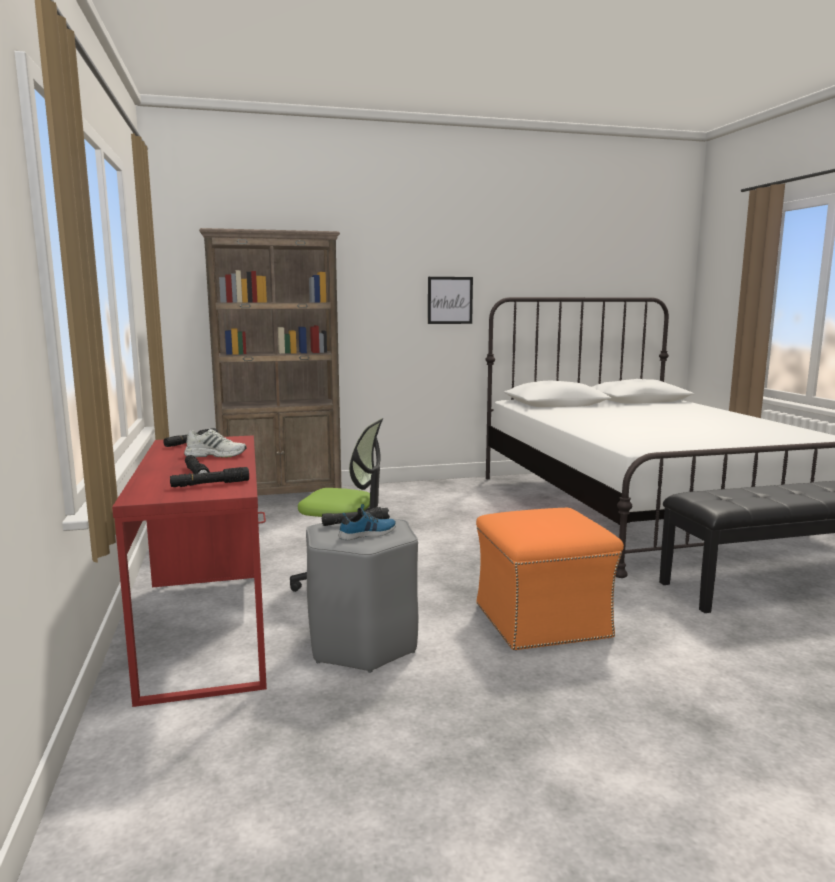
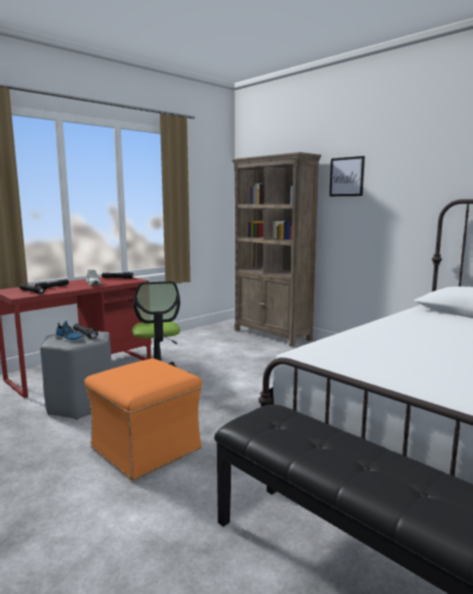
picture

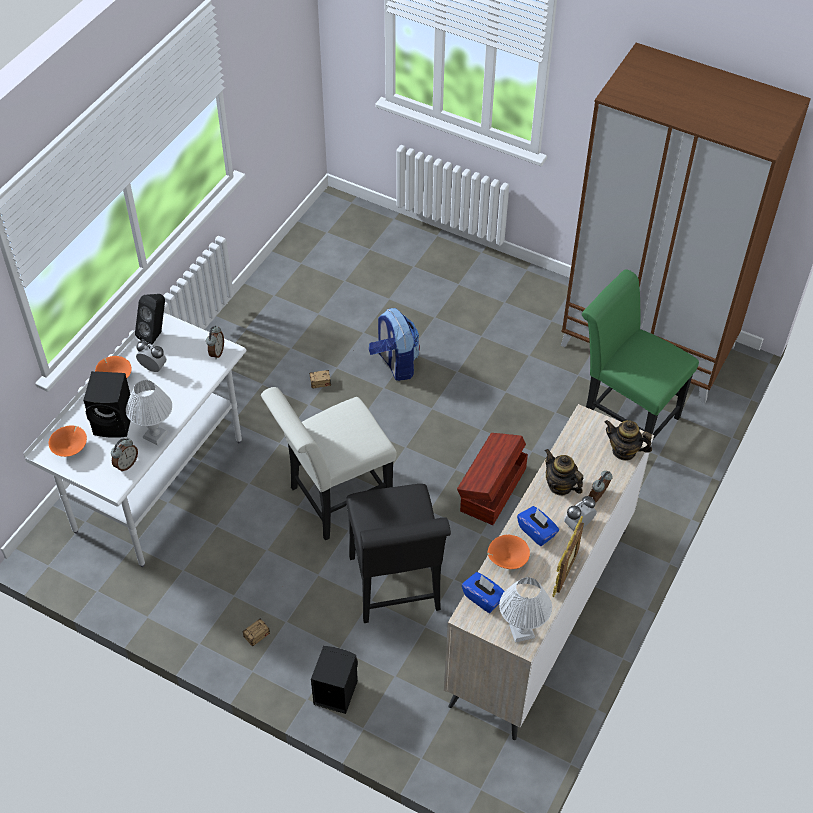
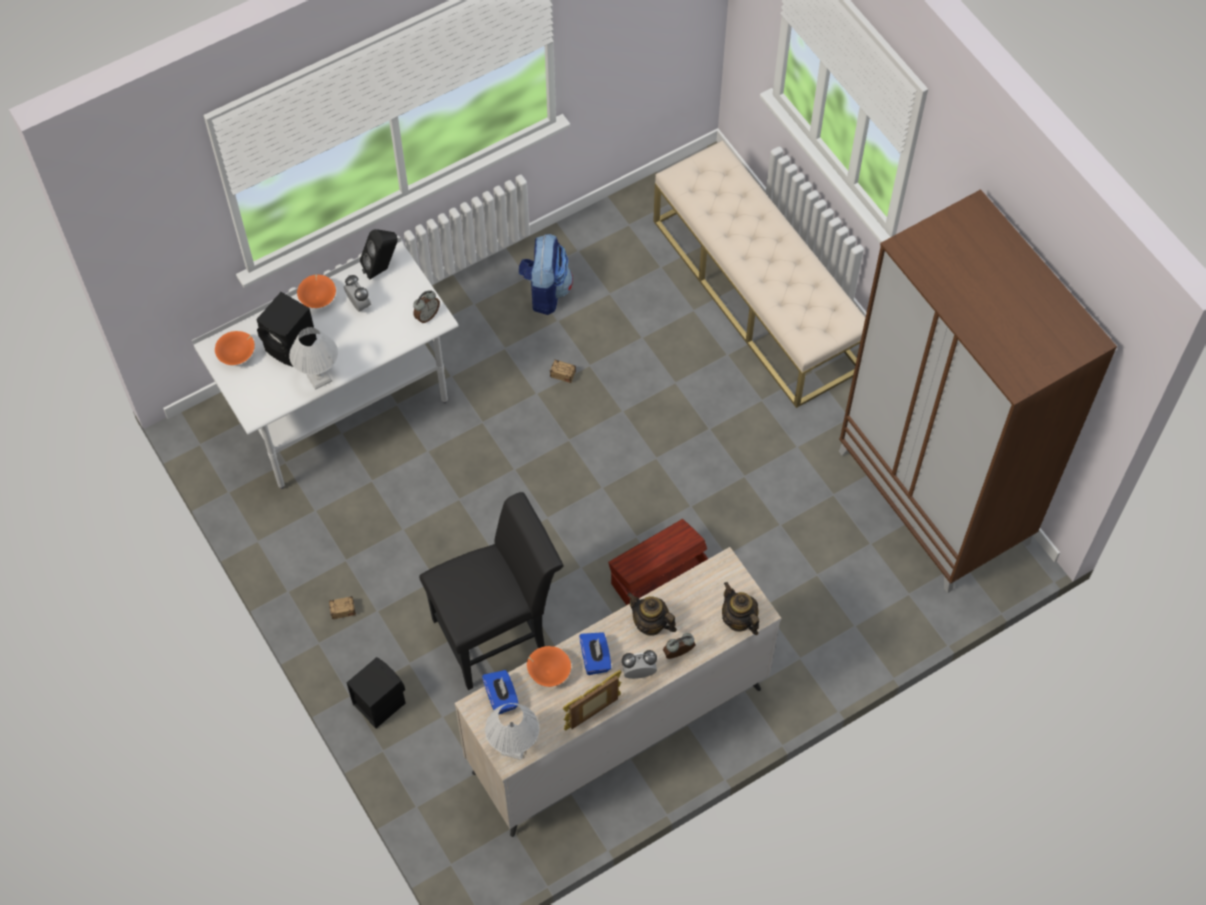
alarm clock (1st from left in the first image)
white chair
black chair
backpack
teapot (1st from left)
green chair
beige bench

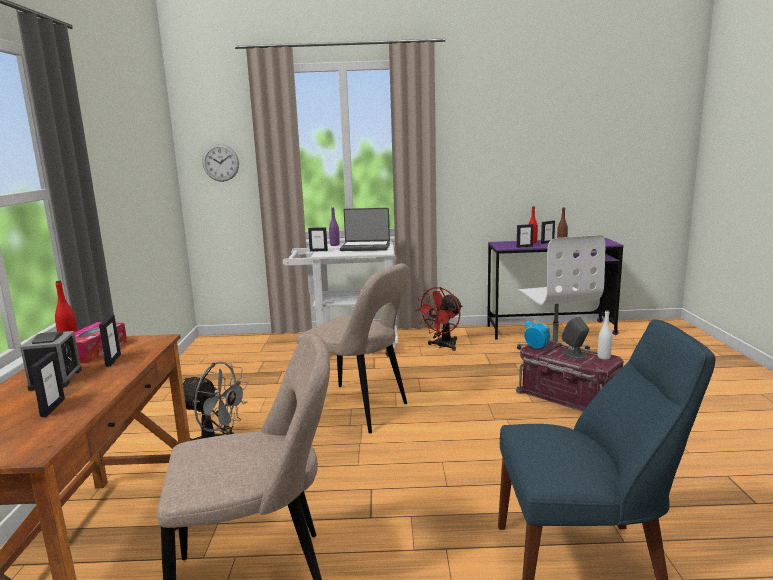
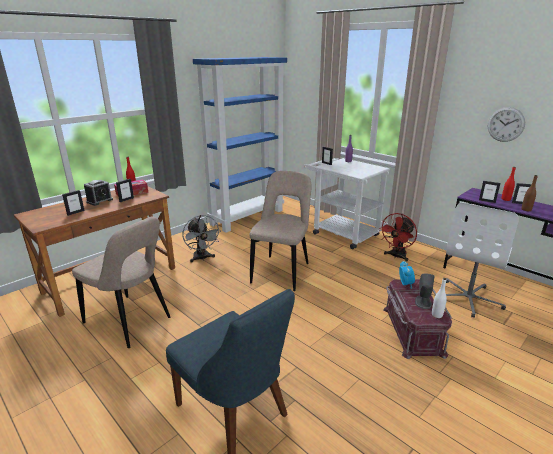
wall clock
beige chair (2nd from left)
laptop
red fan
blue bookcase

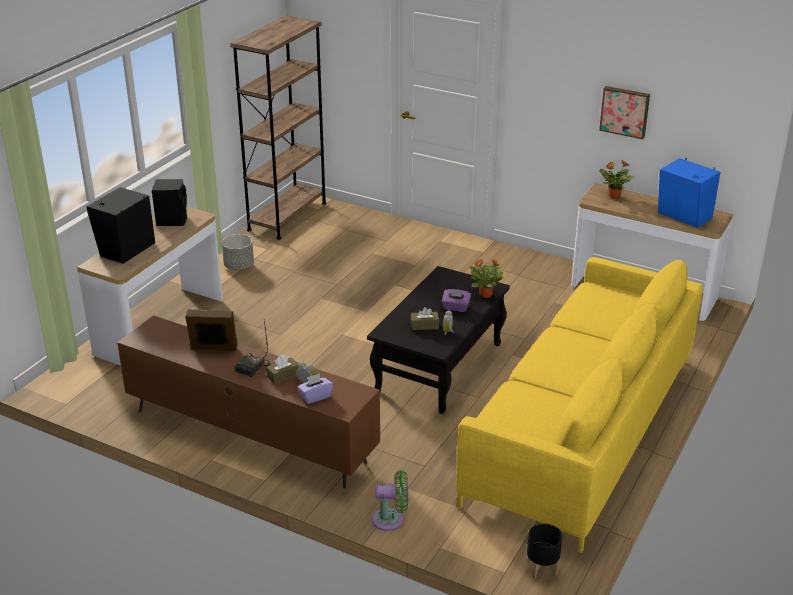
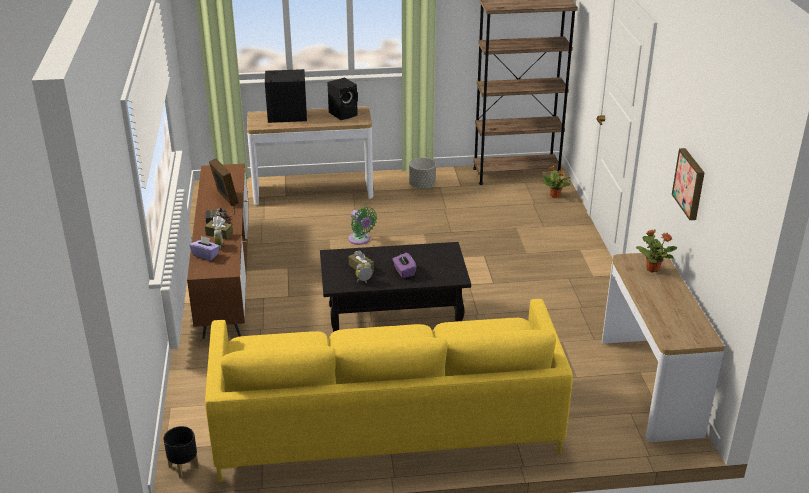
green fan
potted plant (1st from left)
blue speaker

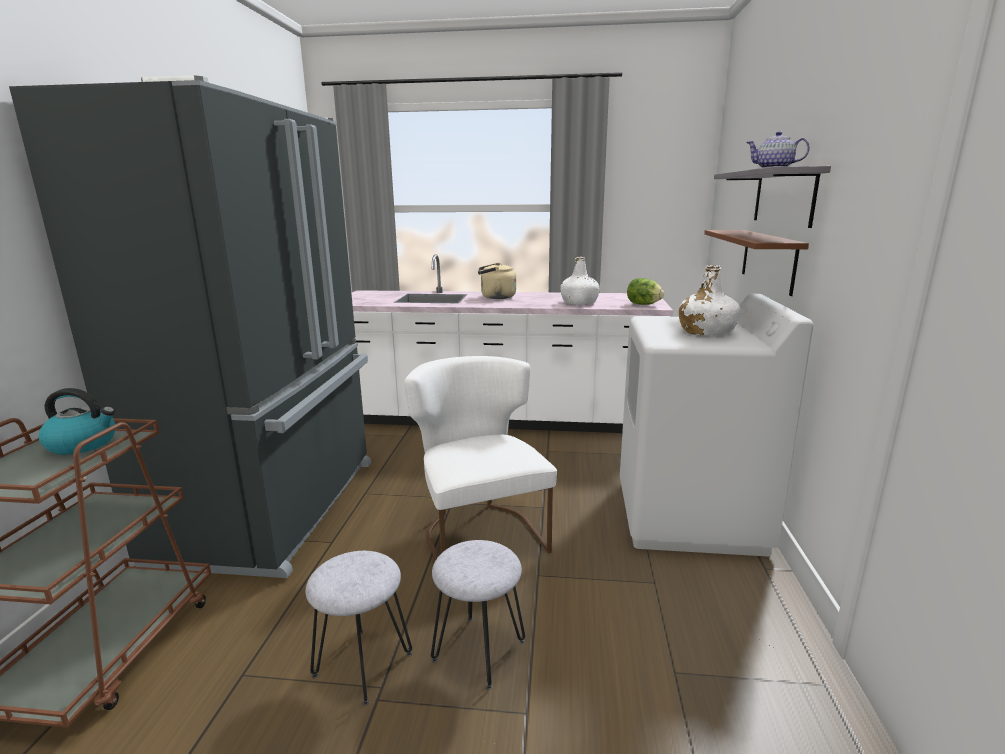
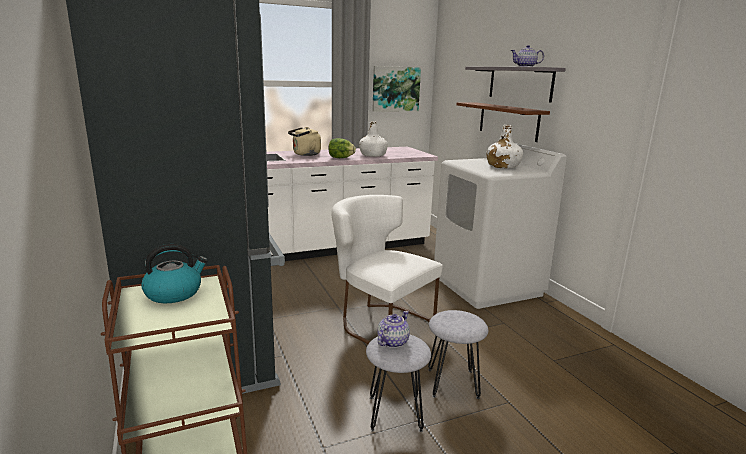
lettuce
picture
teapot (1st from left)

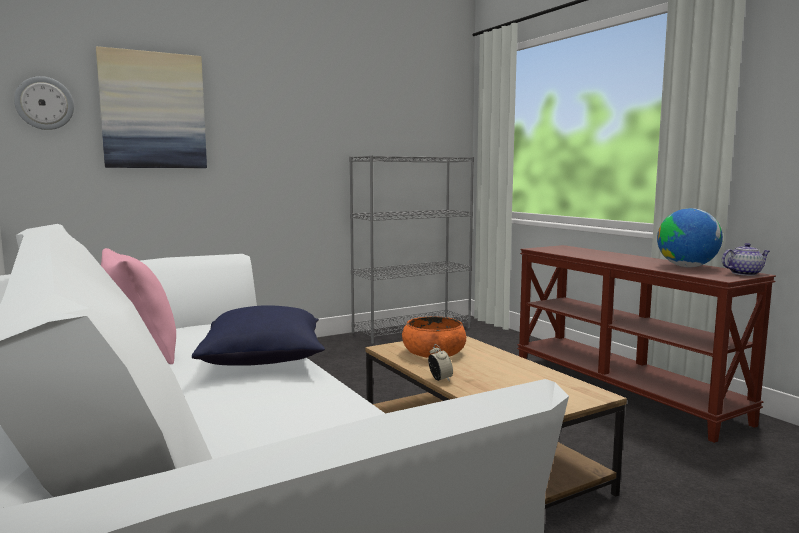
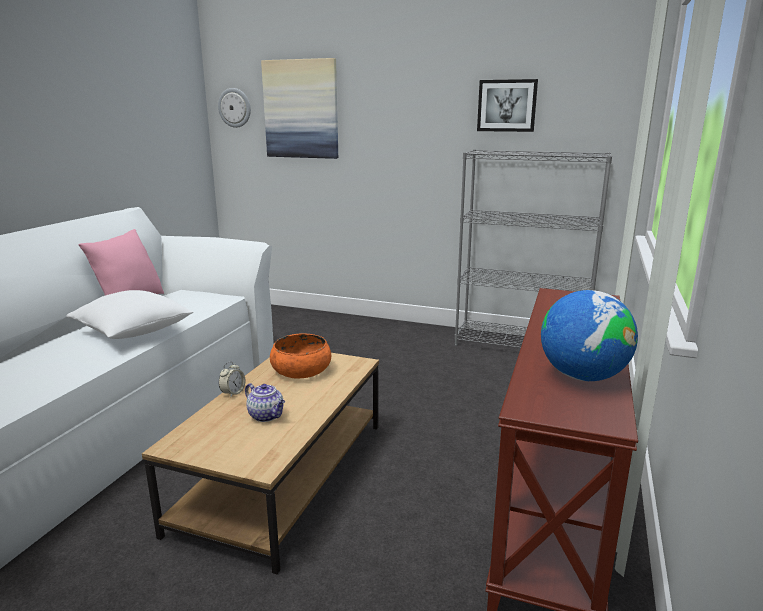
white pillow
teapot
picture (2nd from left)

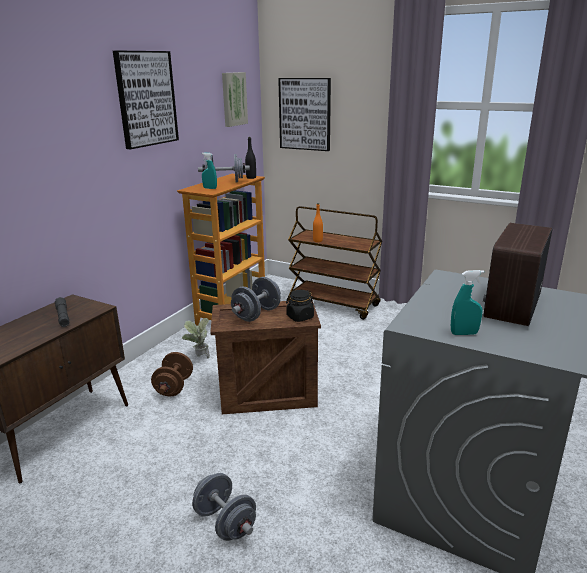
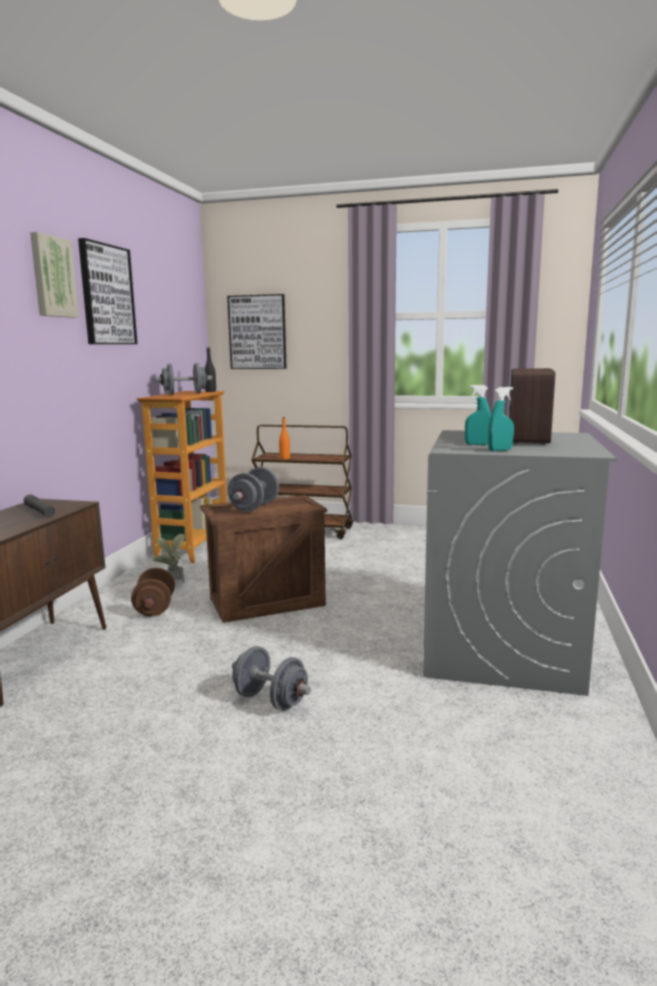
turquoise spray bottle (1st from left)
picture (1st from left)
black jar

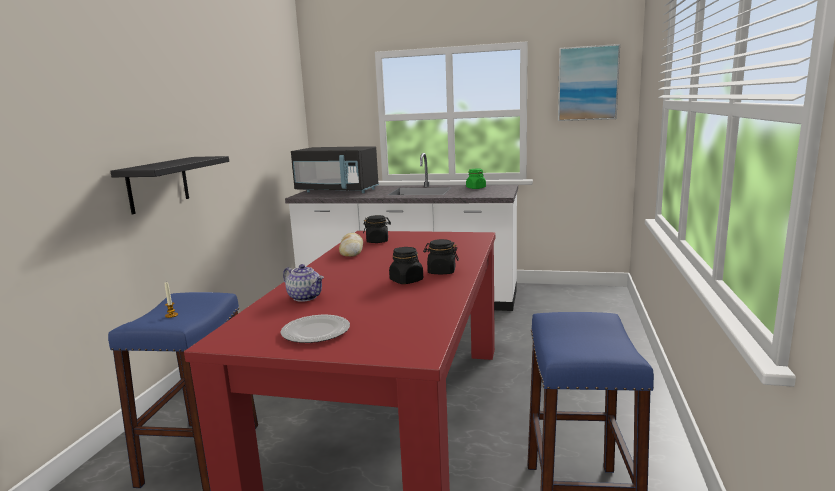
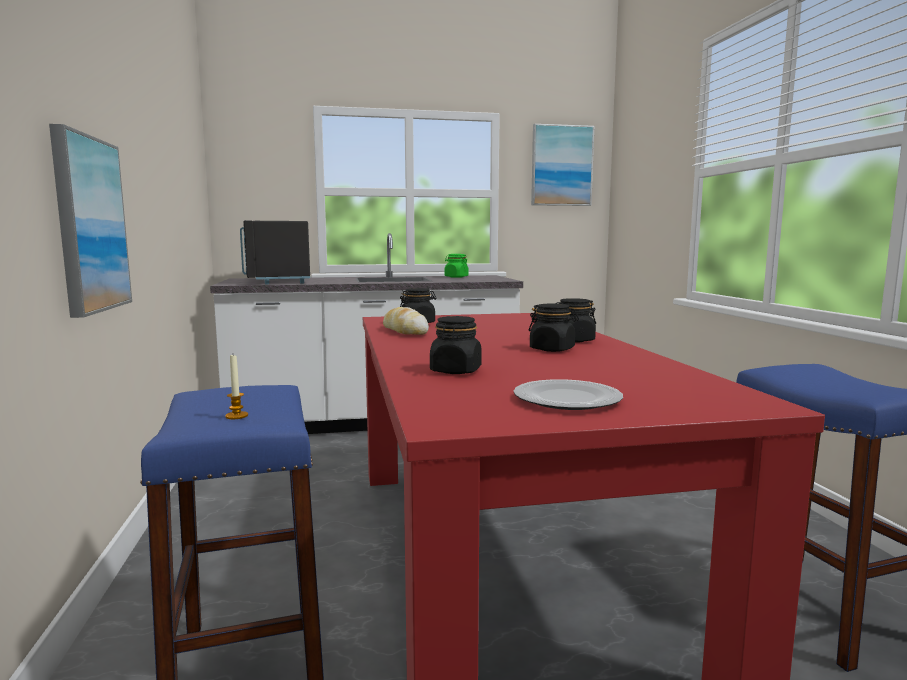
picture (1st from left)
black jar (2nd from left)
black microwave

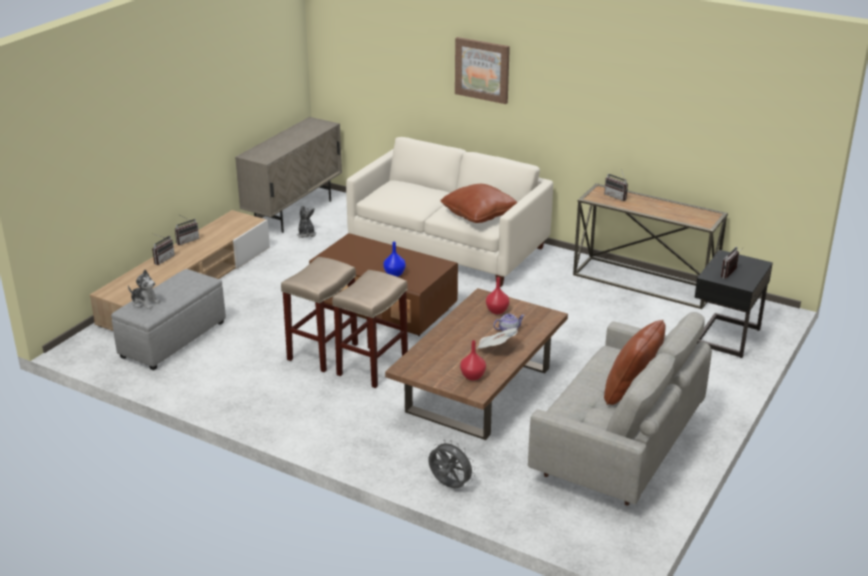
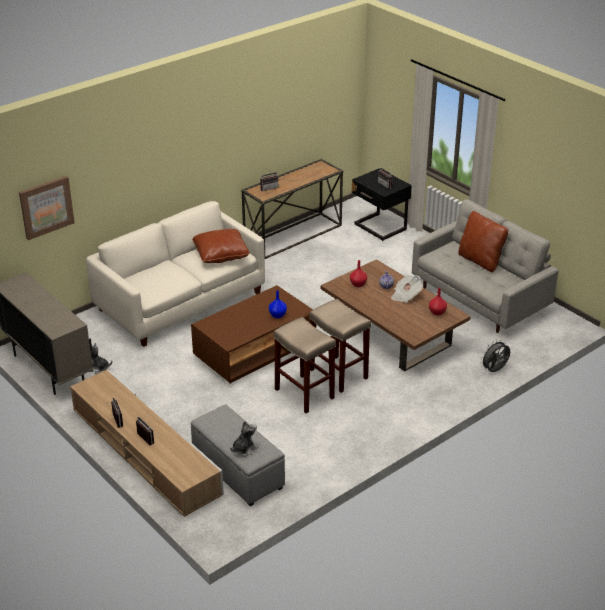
picture

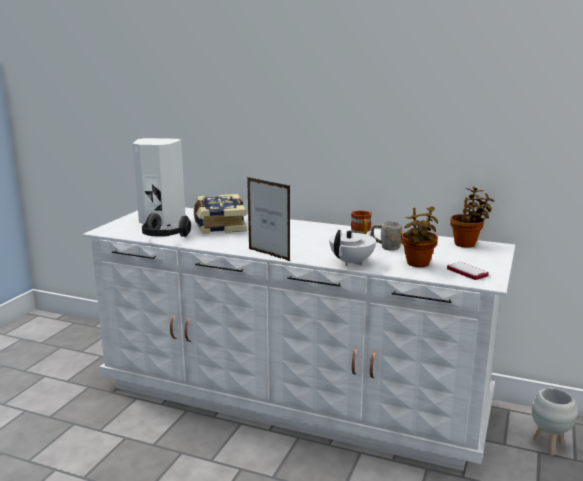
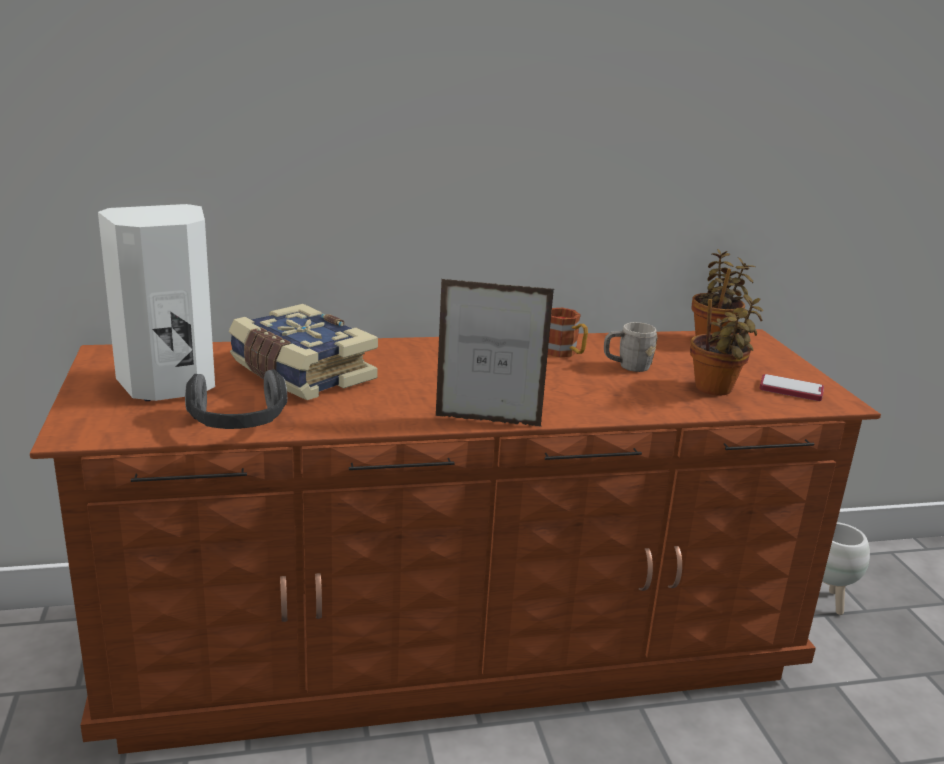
brown dresser
white teapot

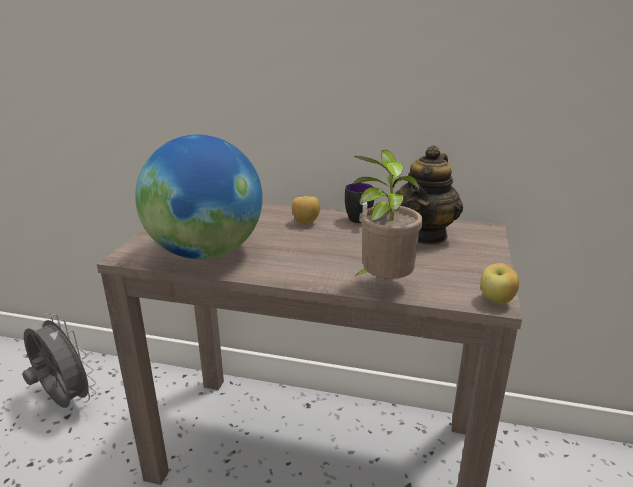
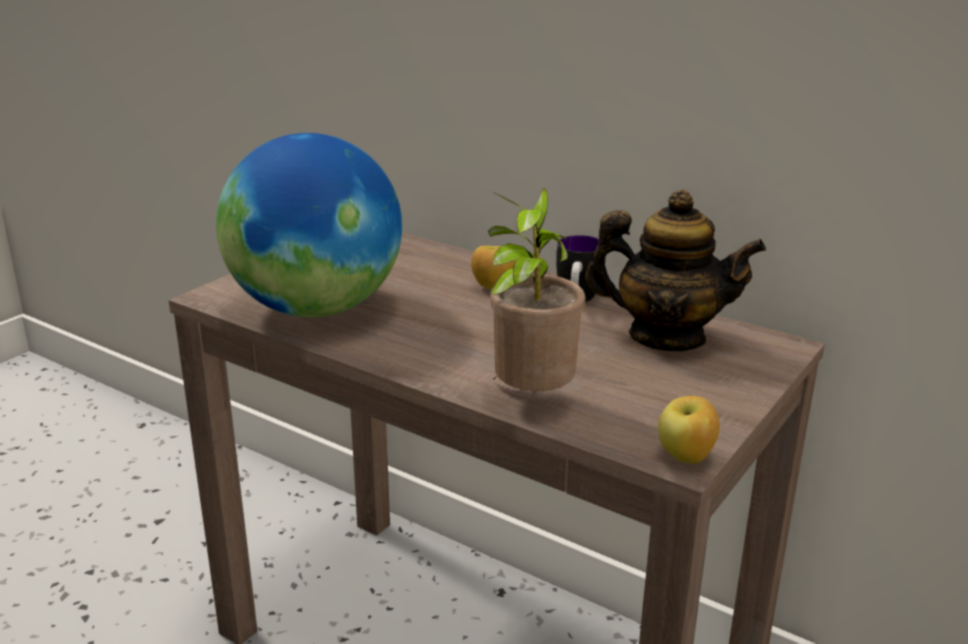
grey fan
teapot

